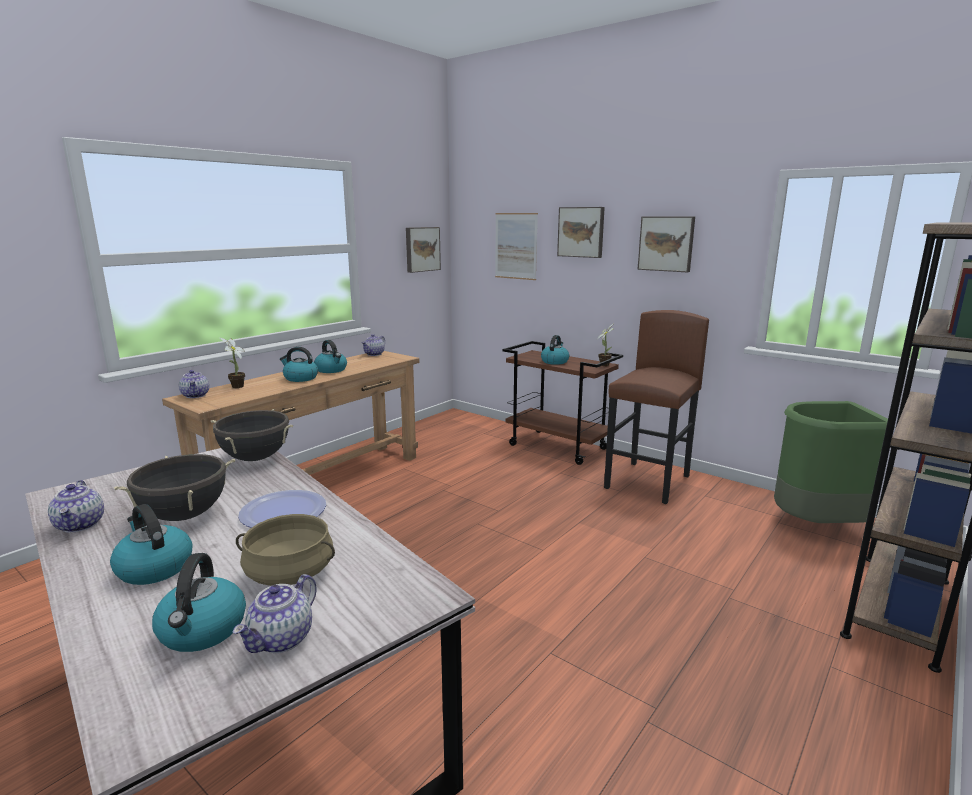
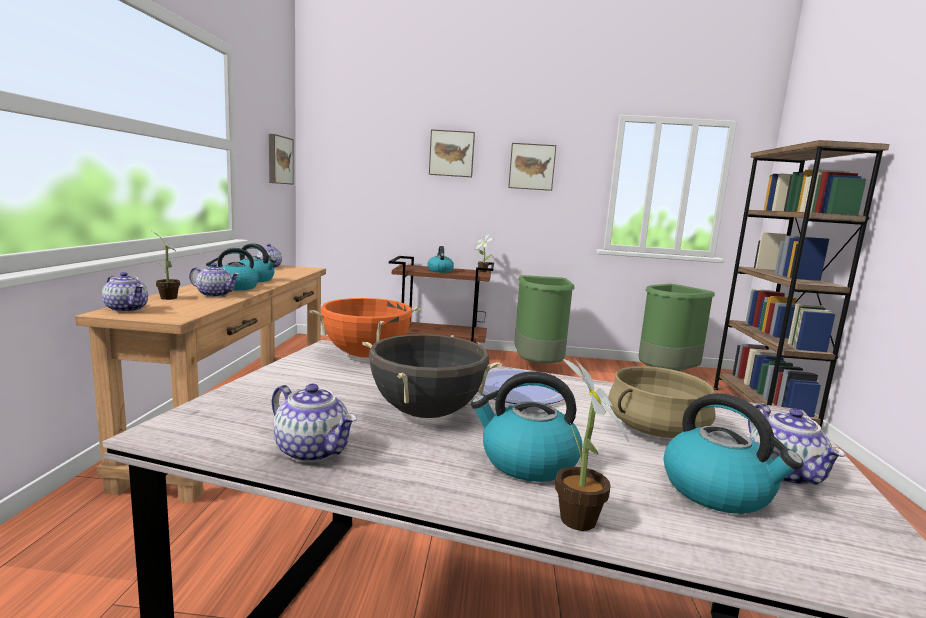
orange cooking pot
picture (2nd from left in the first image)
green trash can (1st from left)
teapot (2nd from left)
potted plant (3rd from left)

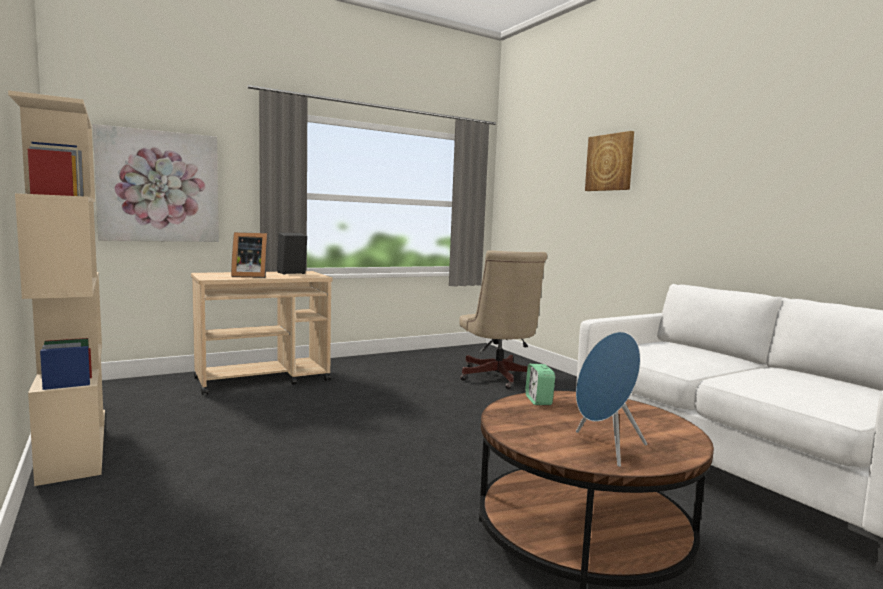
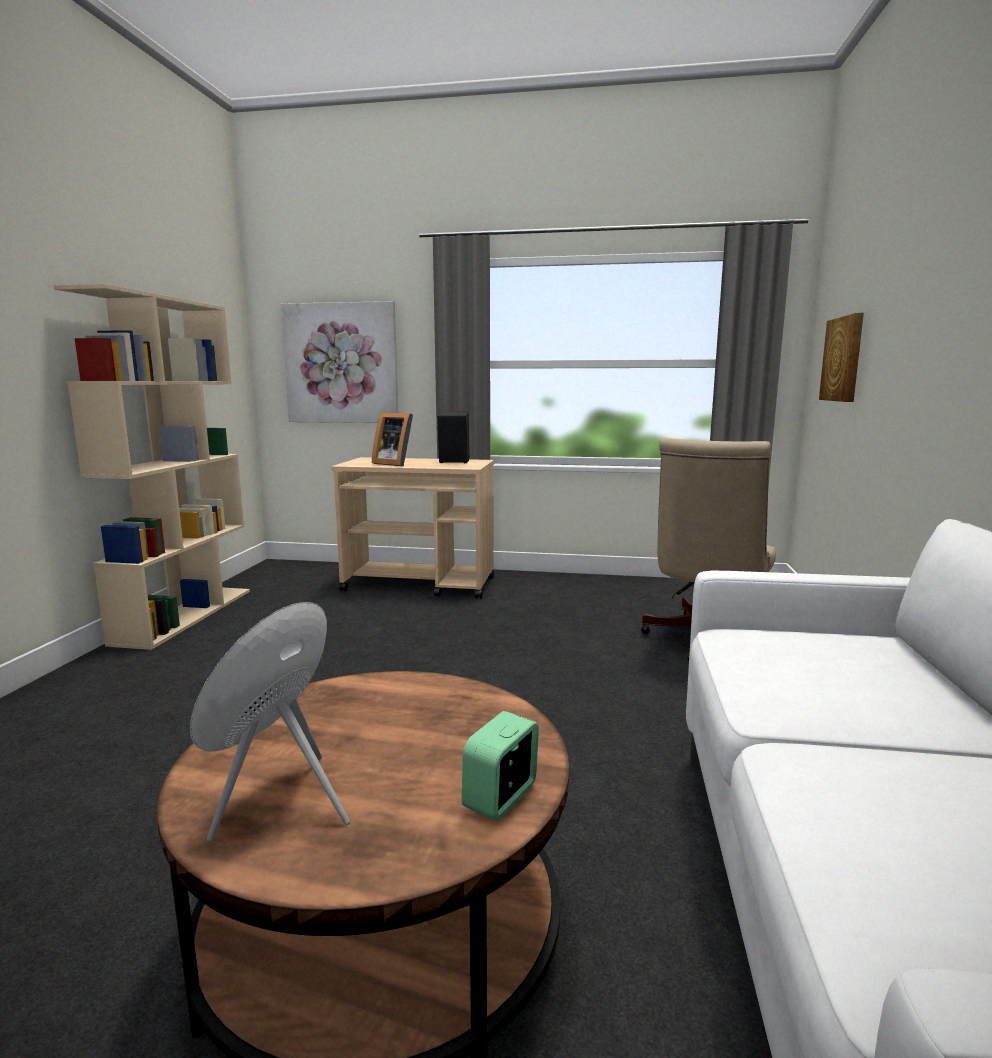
alarm clock
picture (2nd from left)

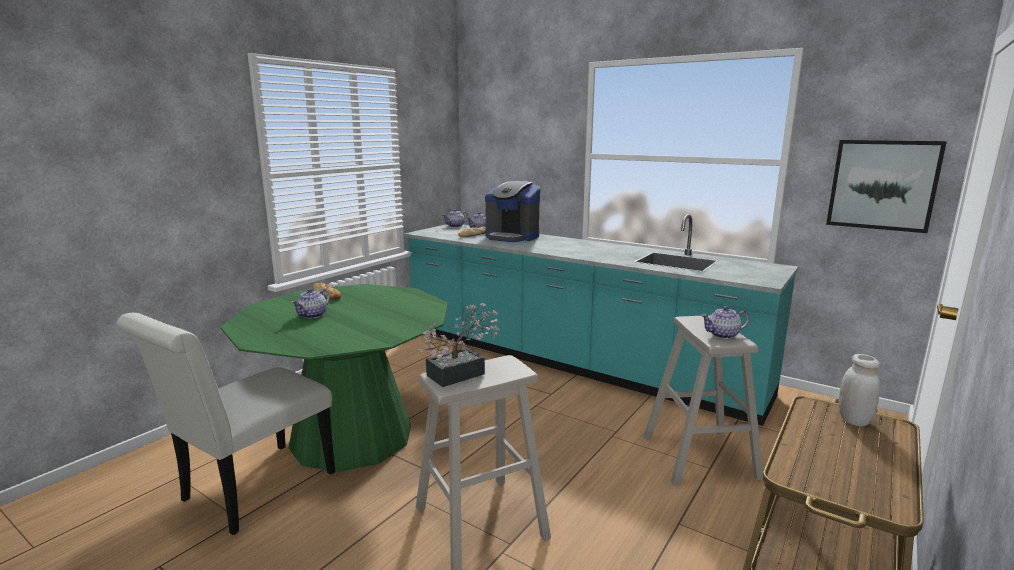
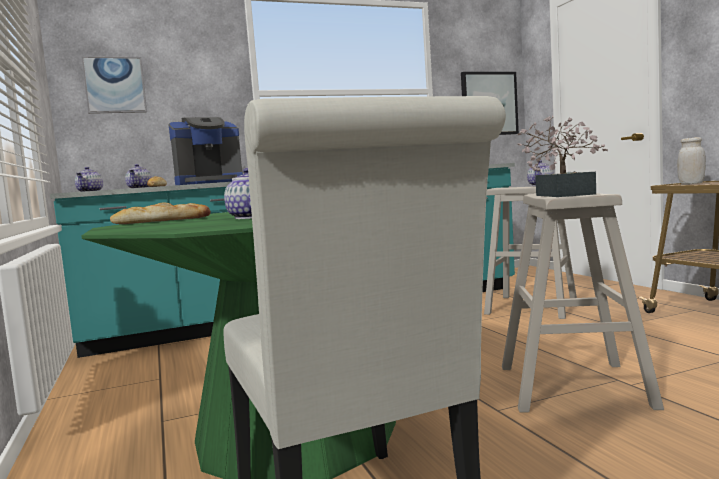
picture (1st from left)

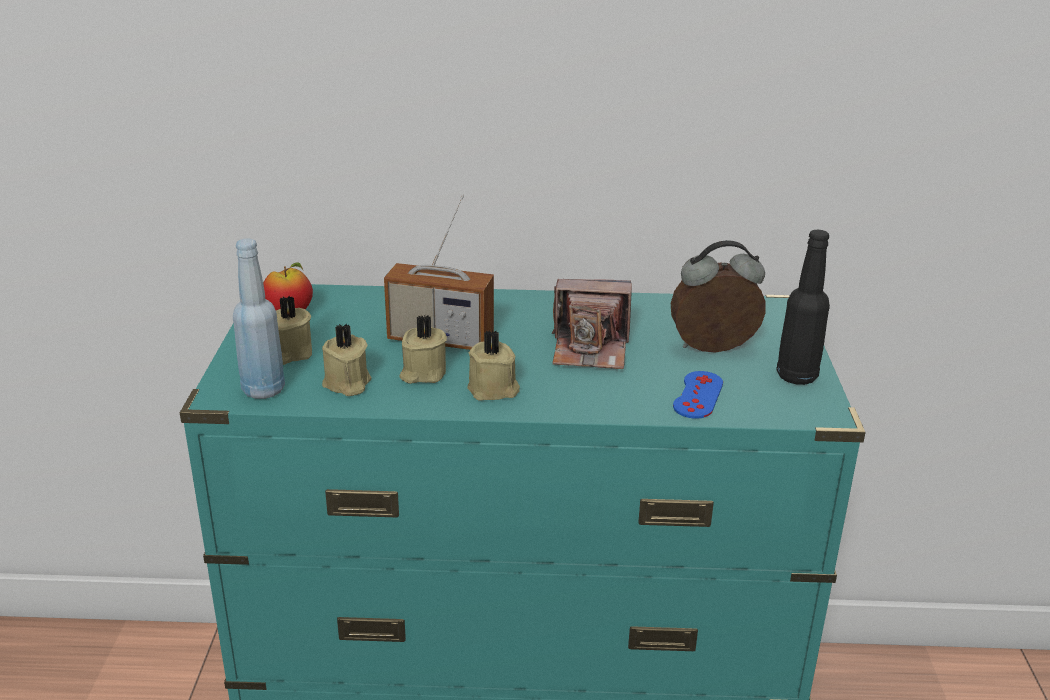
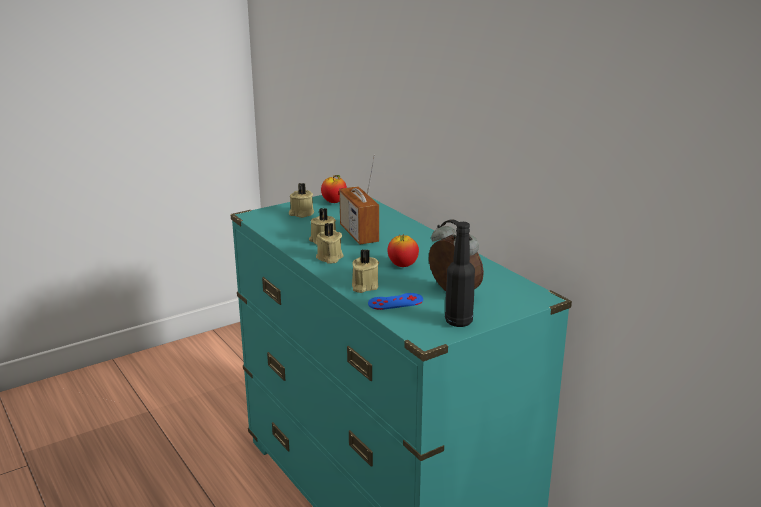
blue bottle
beige candle (4th from left)
apple (2nd from left)

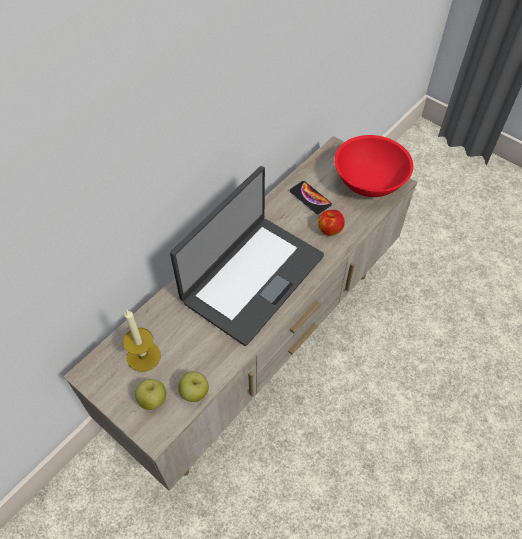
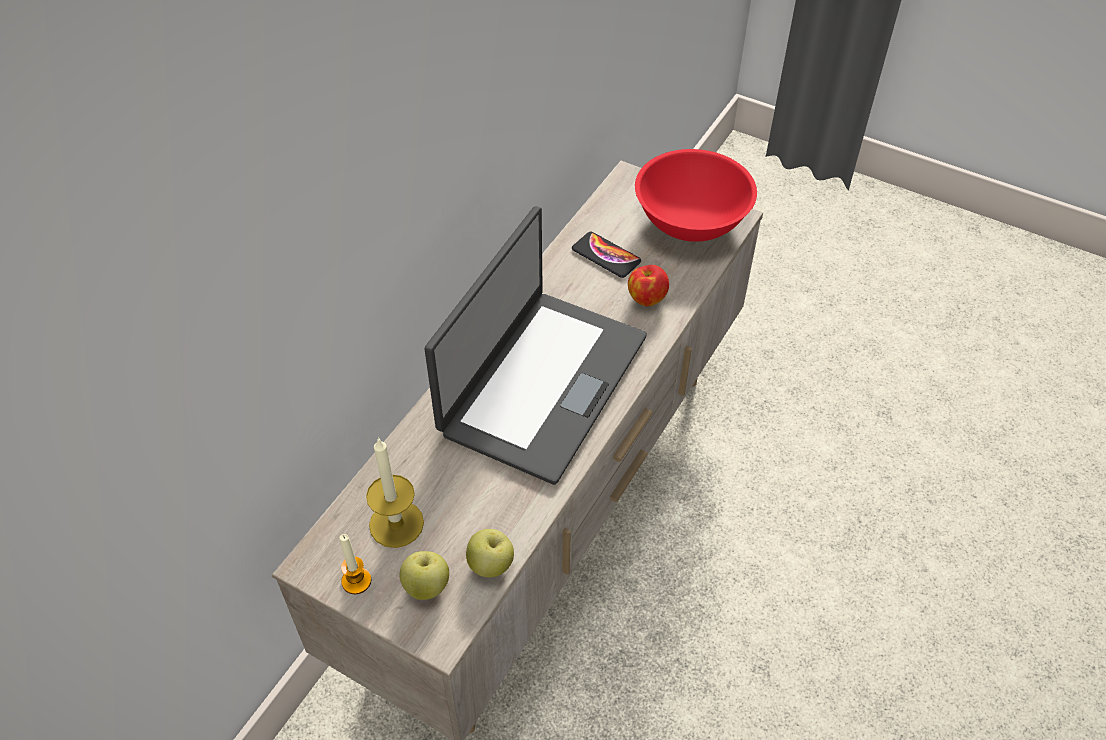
candle (1st from left)

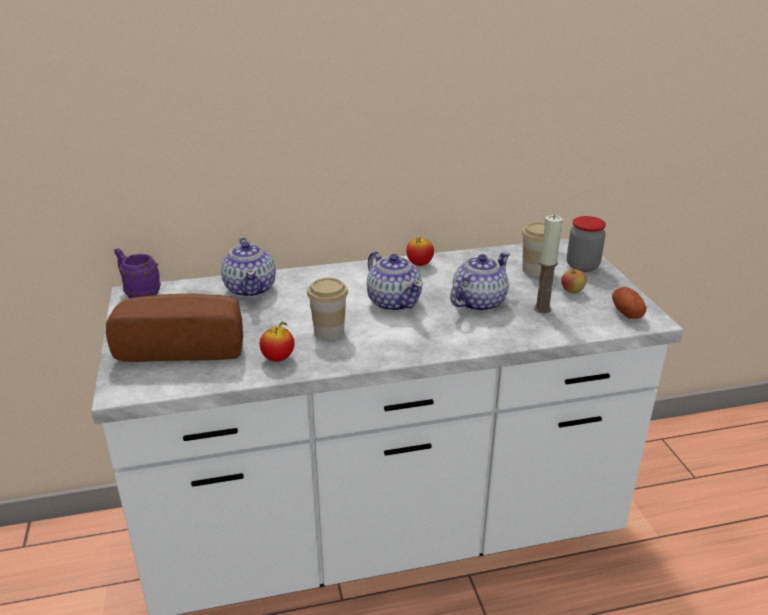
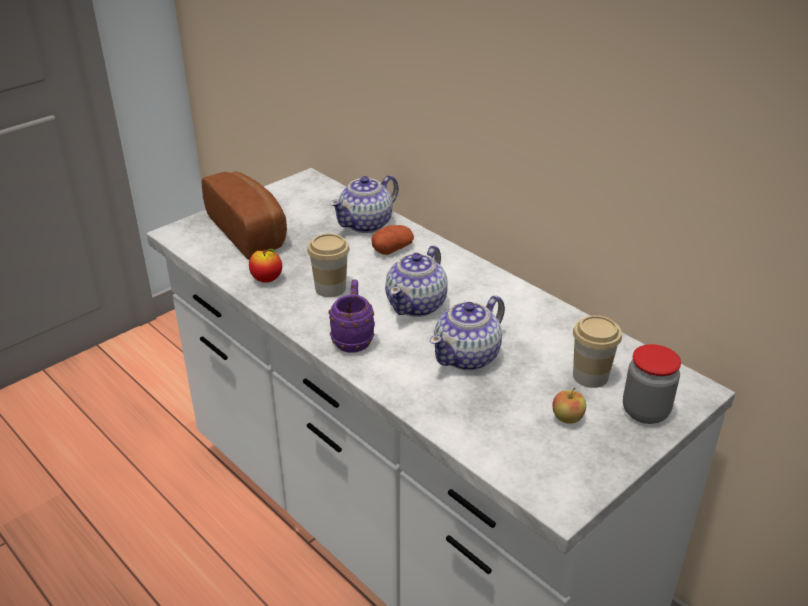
purple mug
apple (2nd from left in the first image)
teapot (3rd from left)
candle
potato

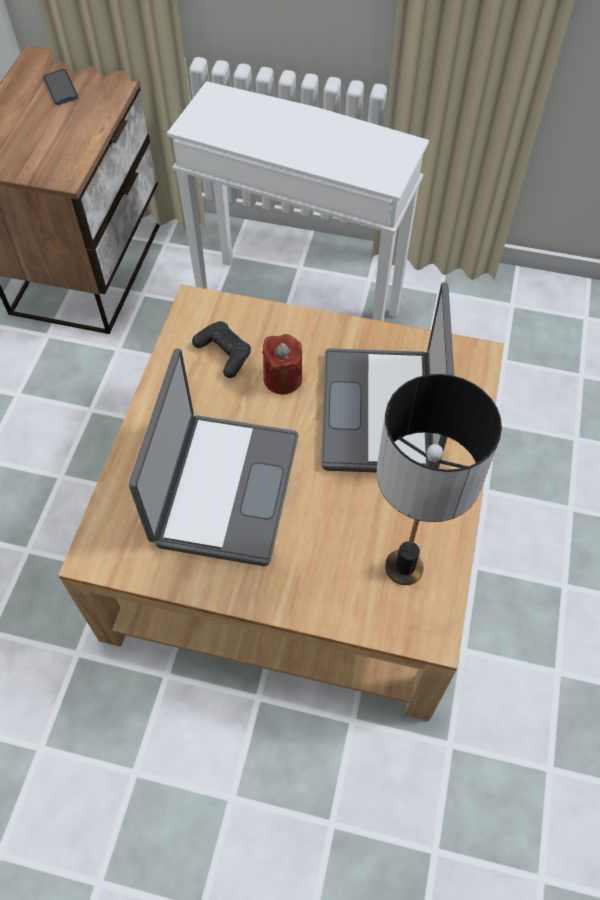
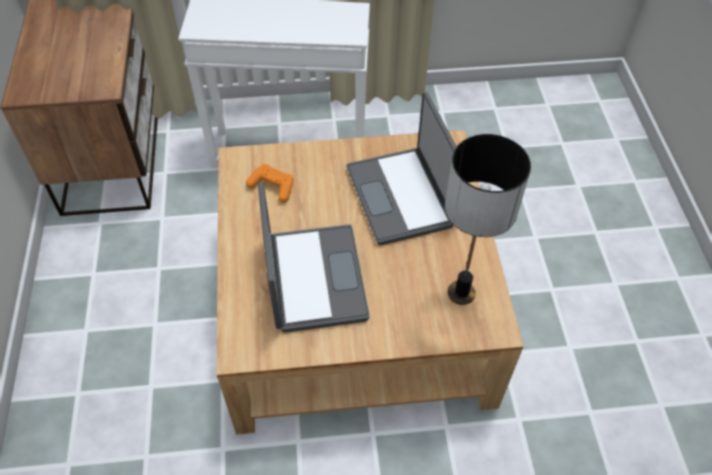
phone
orange game controller
red candle

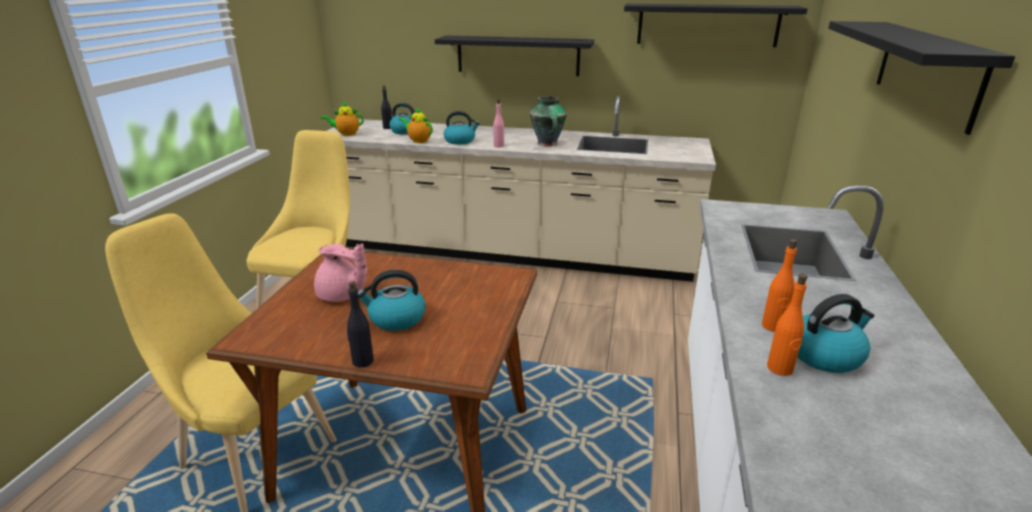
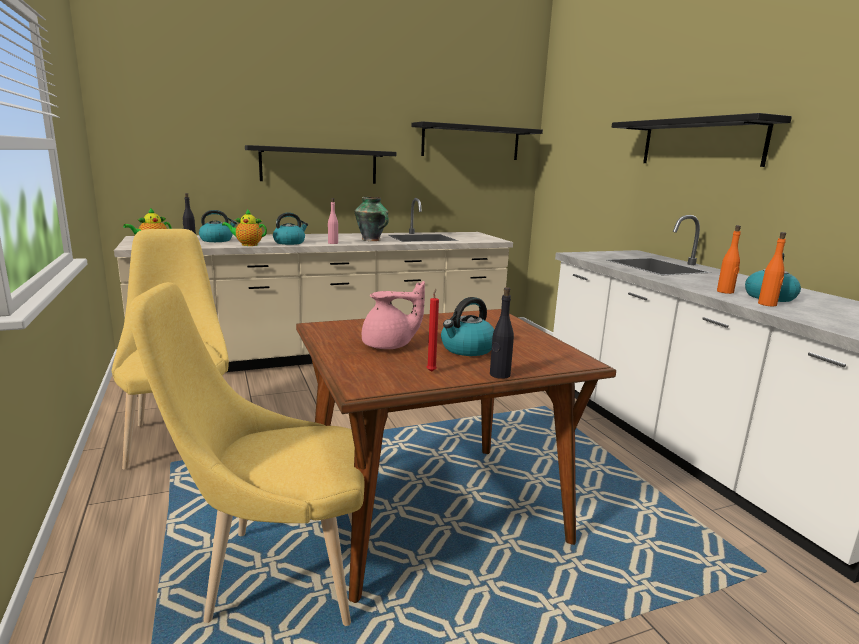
red candle

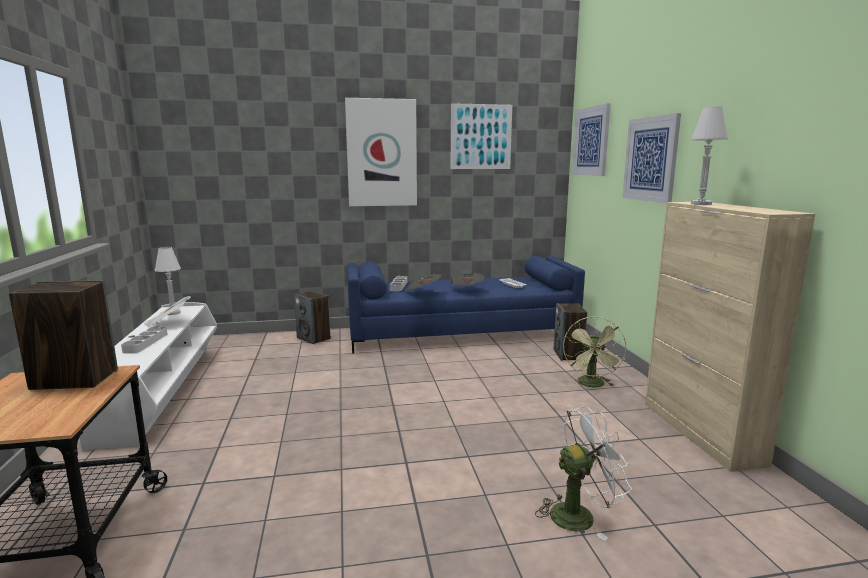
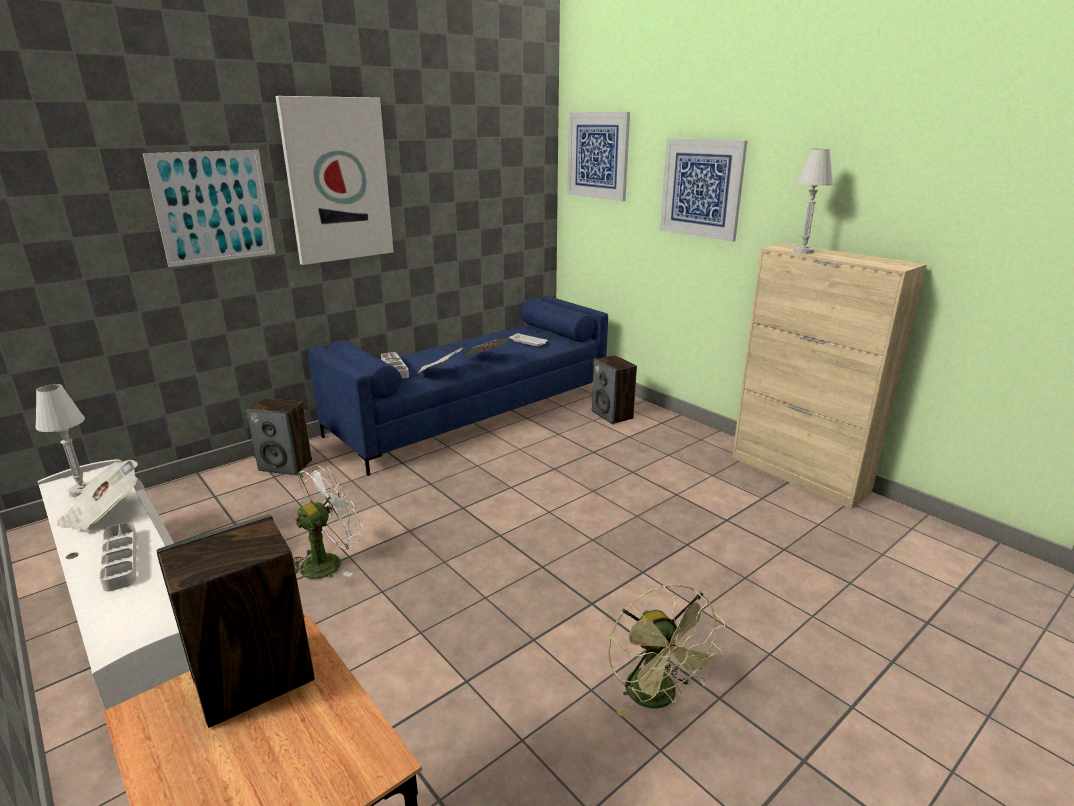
picture (1st from left)
white fan
green fan

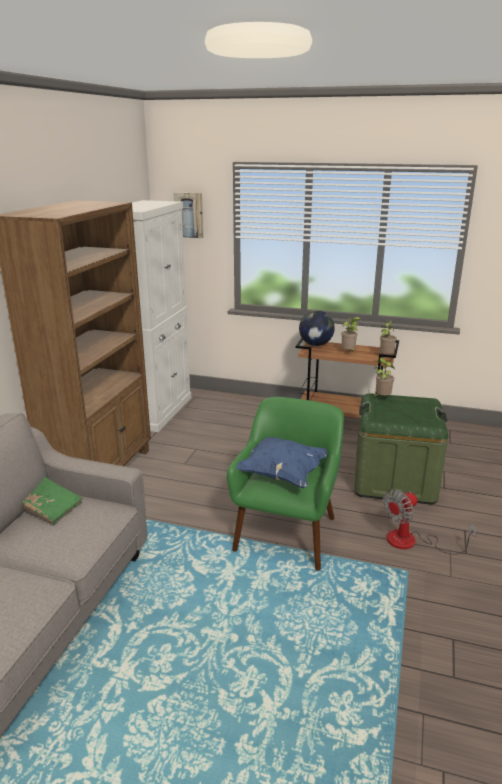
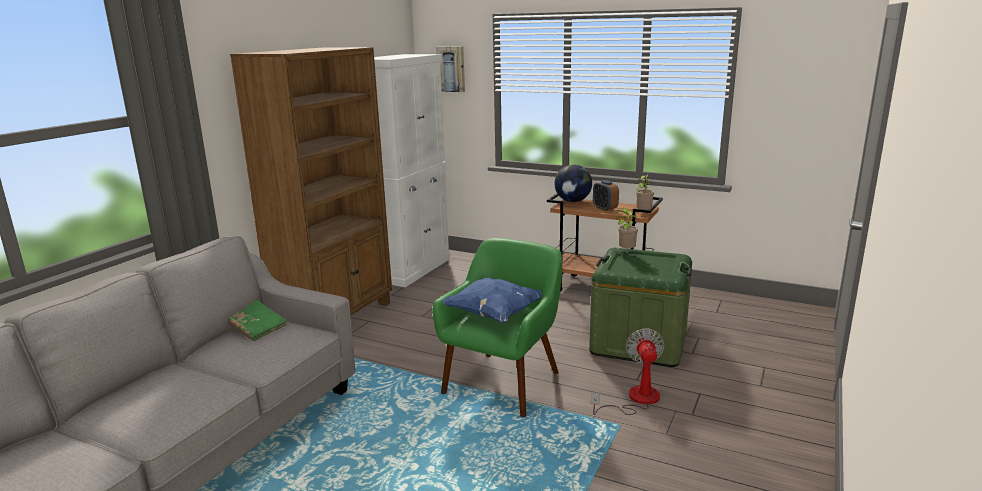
alarm clock
fan

